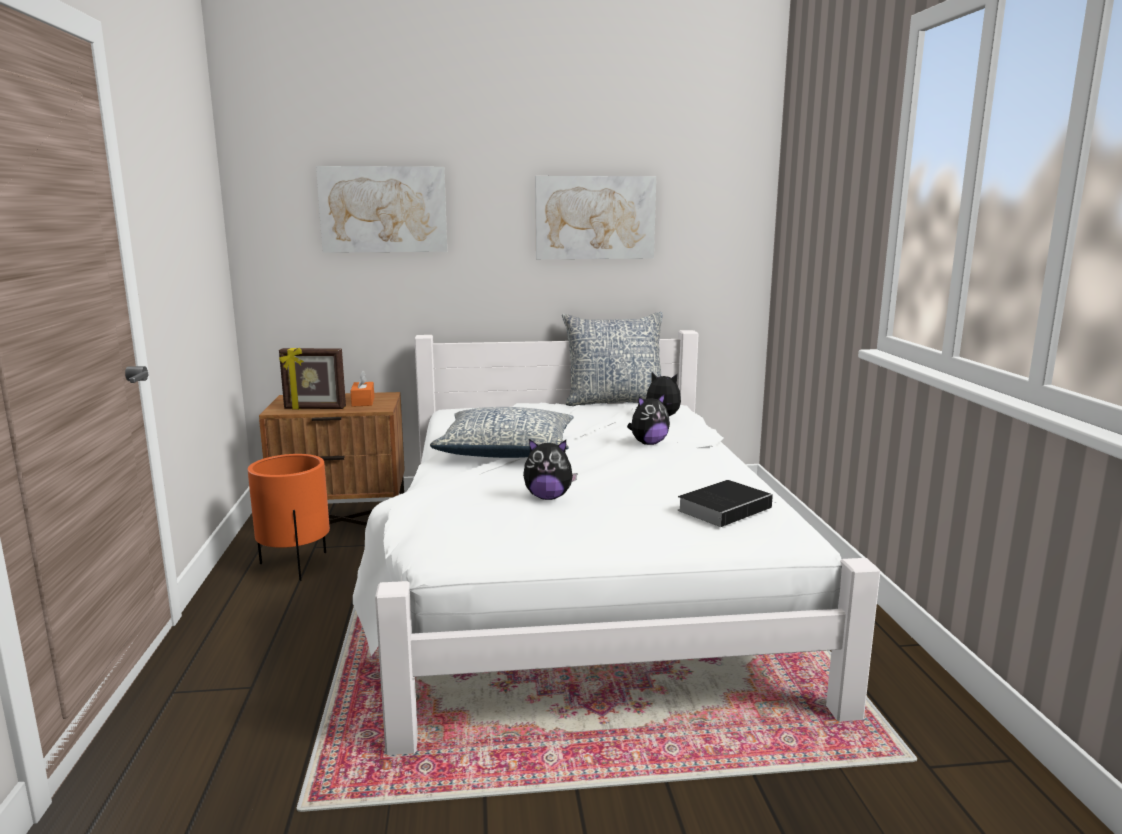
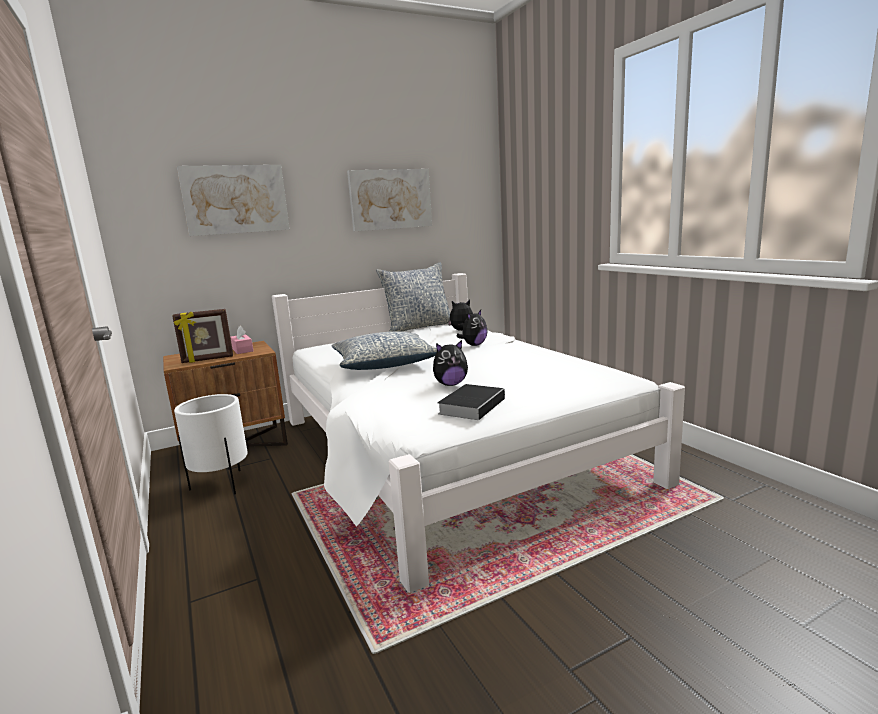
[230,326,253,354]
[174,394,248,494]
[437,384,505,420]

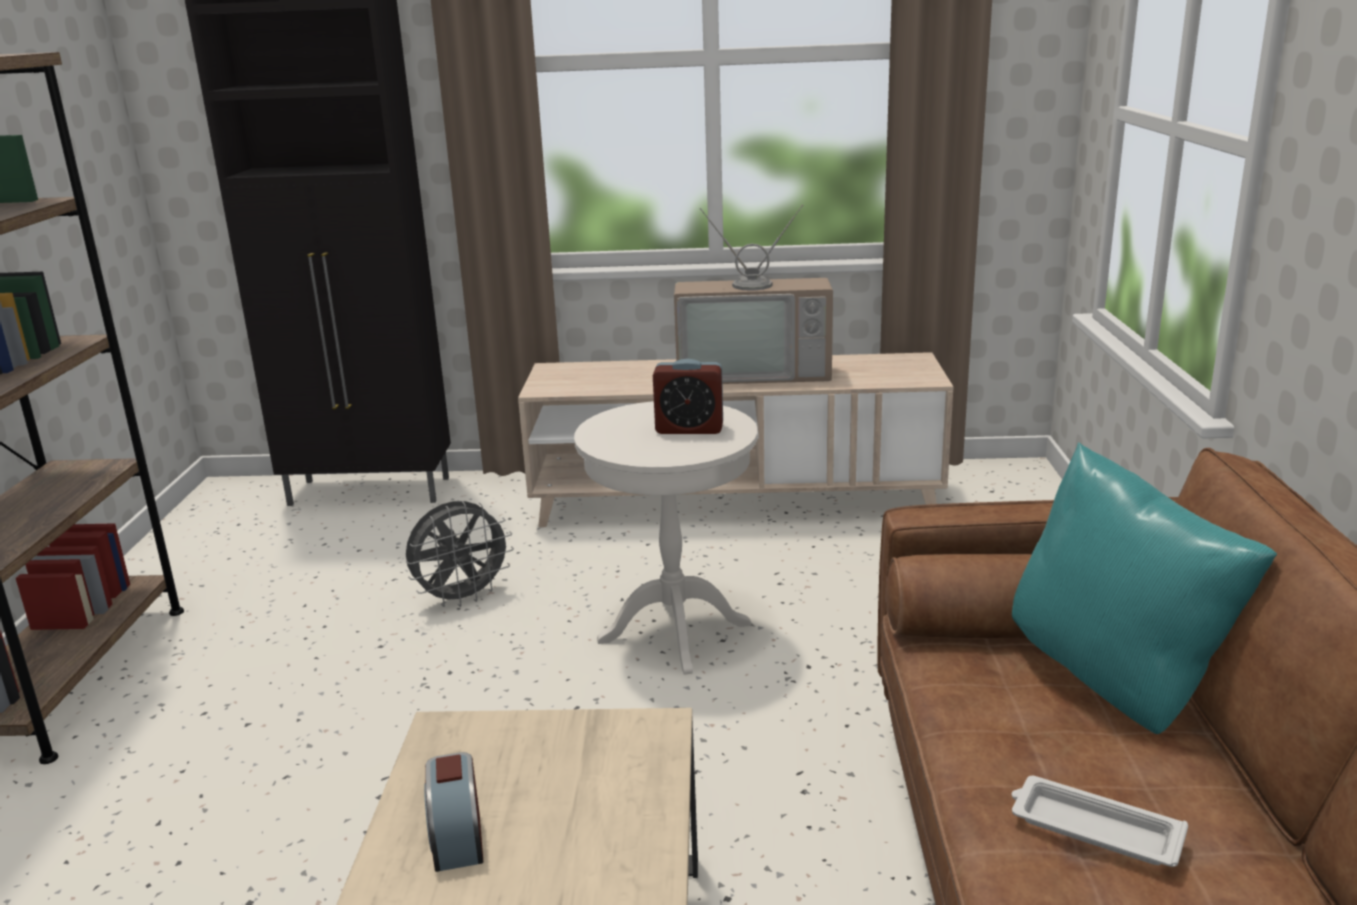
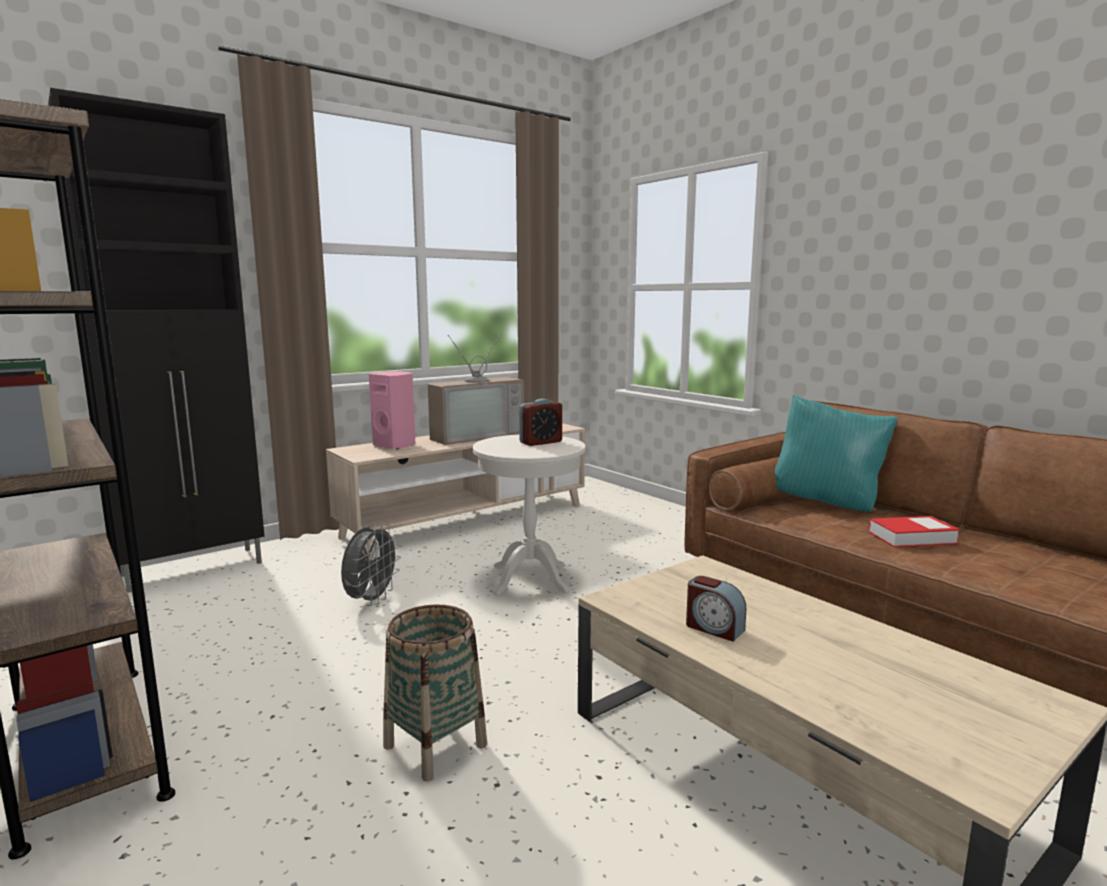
[868,516,960,547]
[369,371,415,450]
[383,605,487,781]

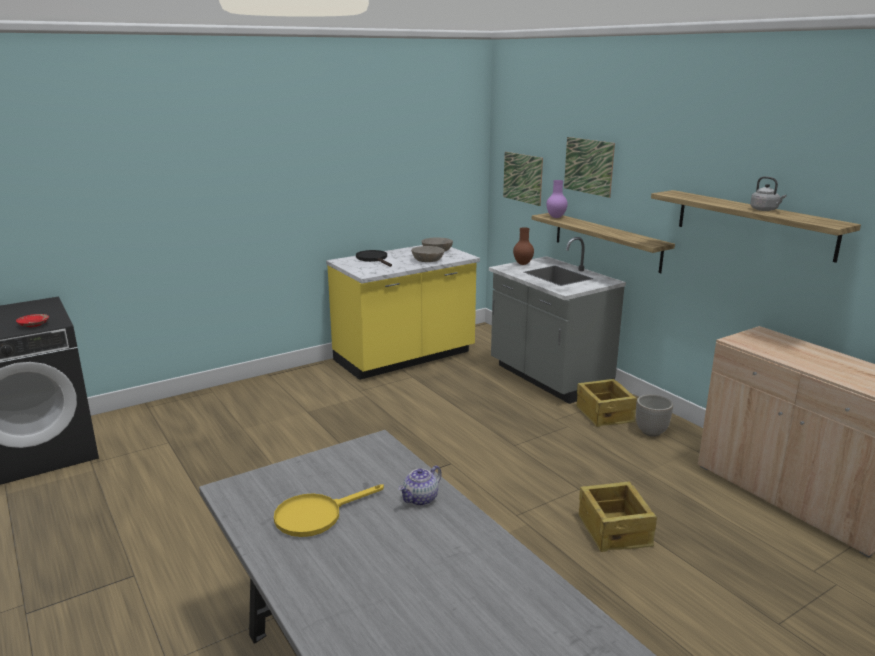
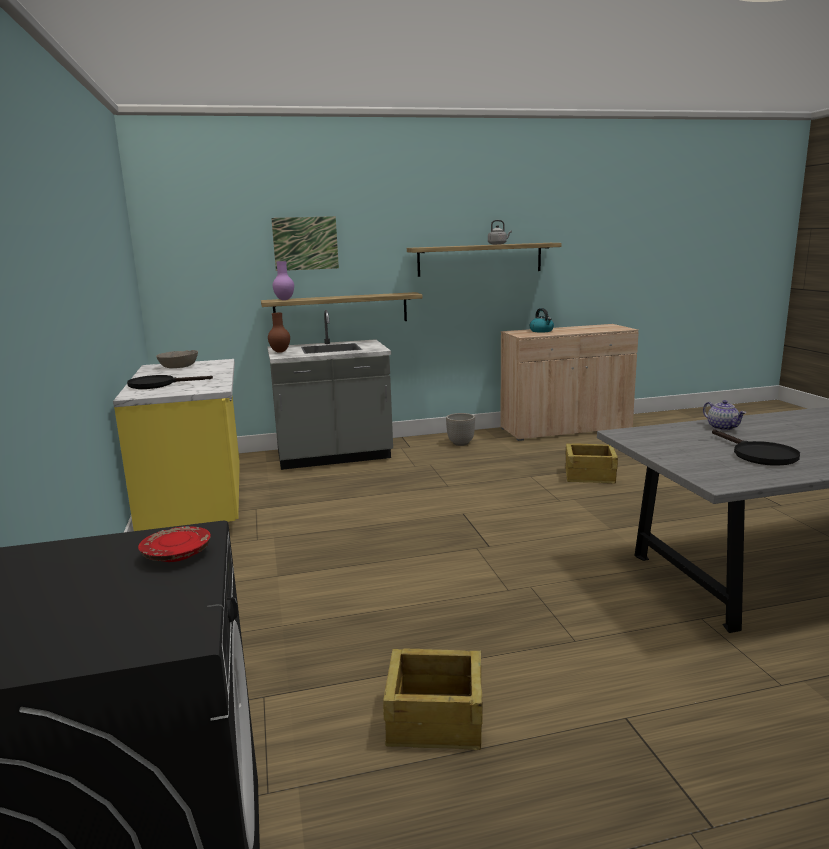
[503,152,543,206] (first image)
[411,246,445,262] (first image)
[383,648,483,750]
[712,429,800,466]
[529,308,554,333]

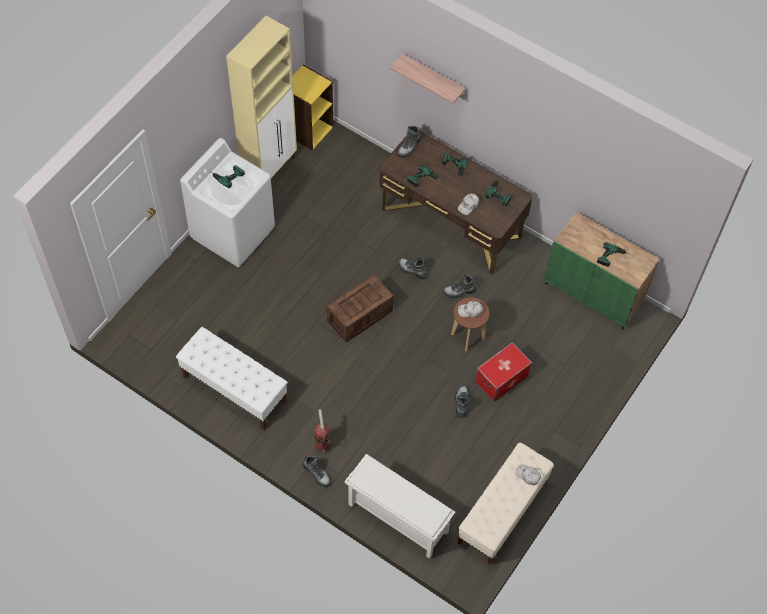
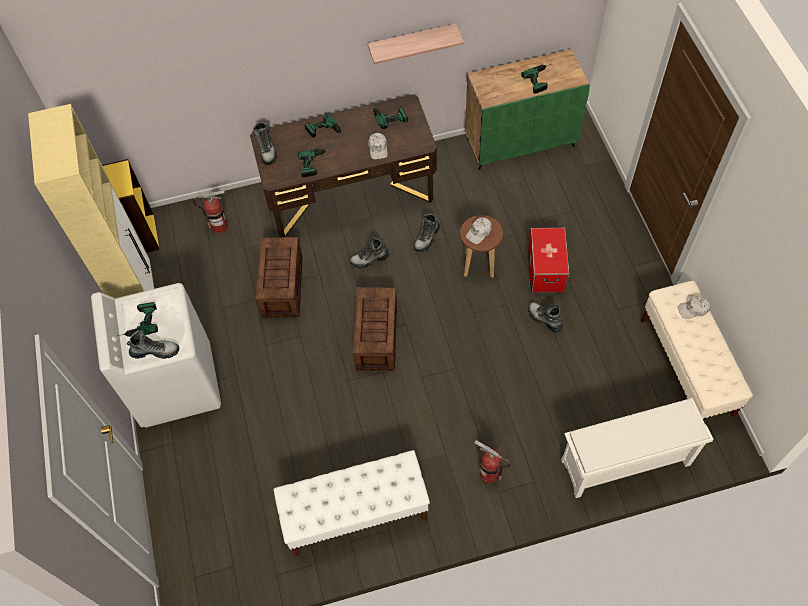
[368,24,464,64]
[127,330,179,359]
[193,190,228,233]
[256,237,303,318]

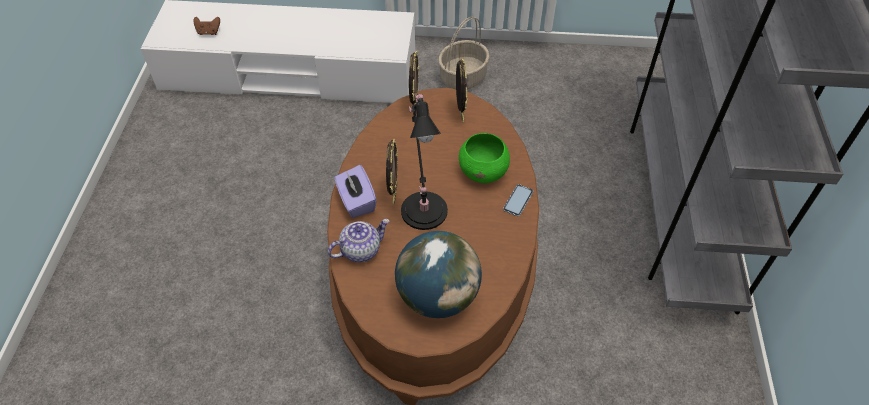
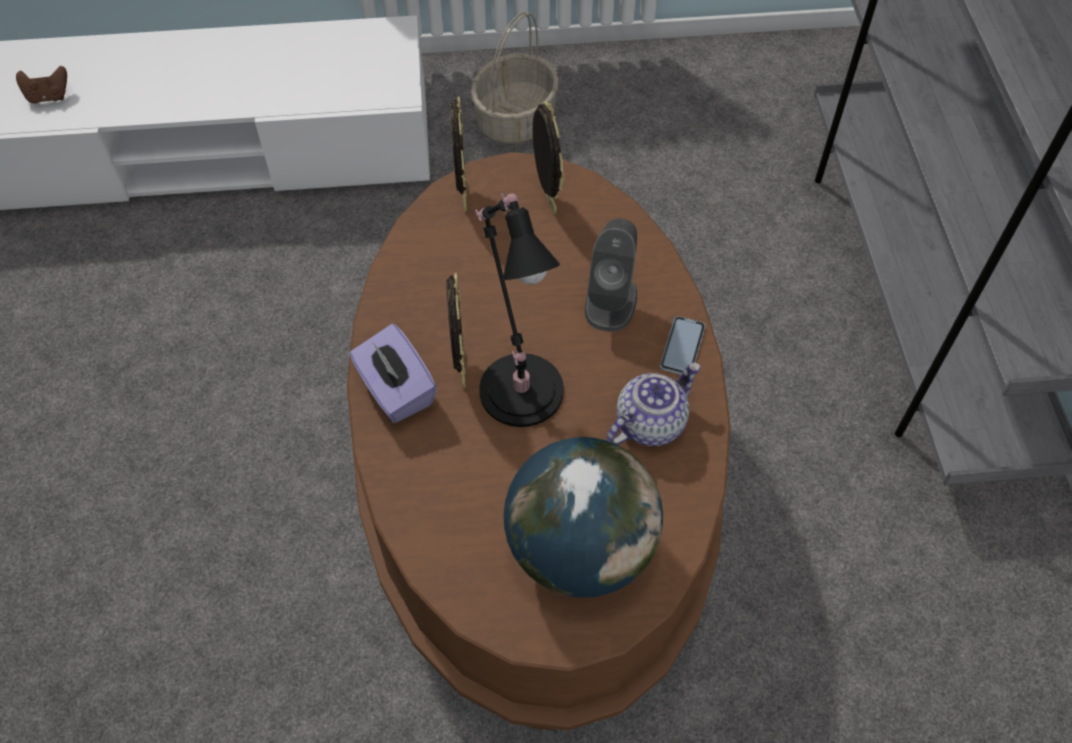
[585,219,637,332]
[607,362,700,446]

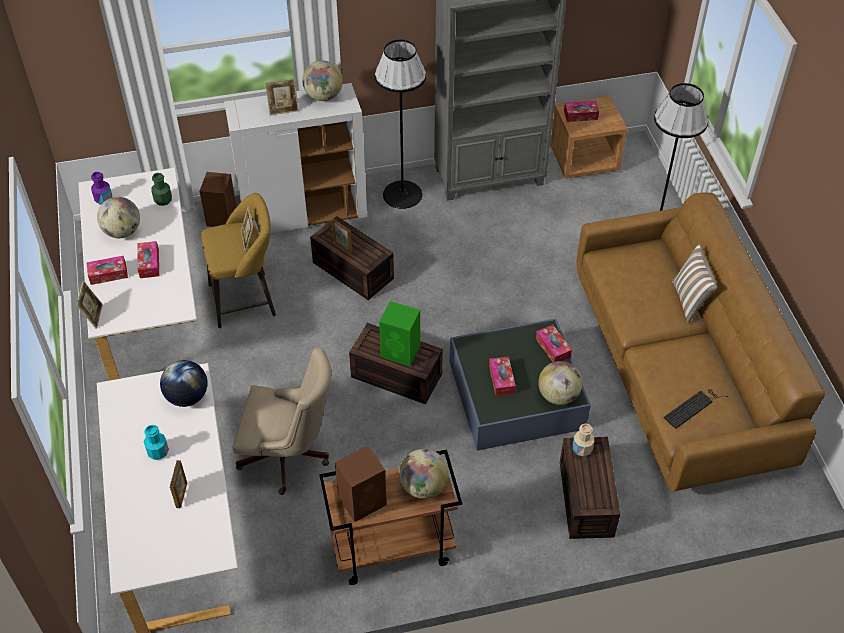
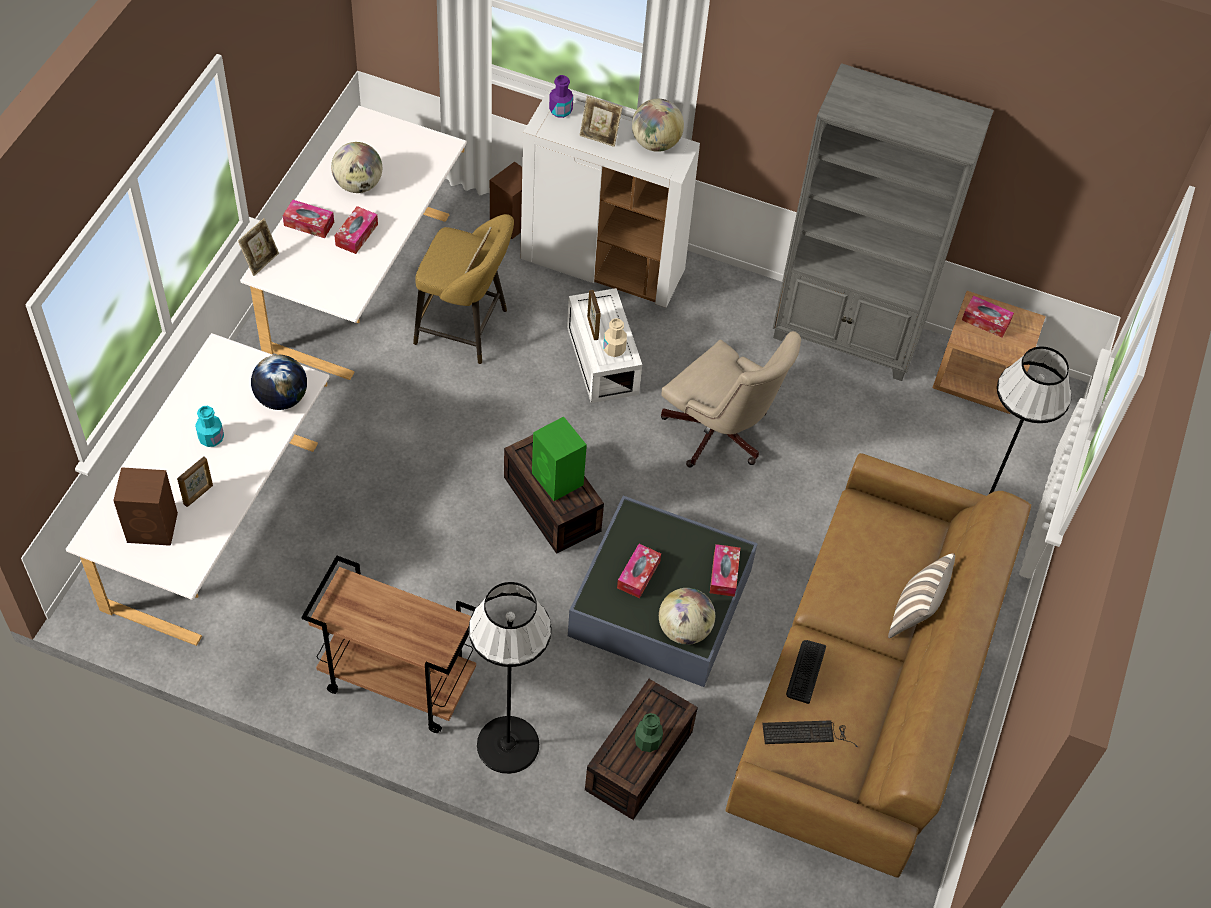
[469,582,552,774]
[549,75,573,118]
[635,713,663,752]
[567,288,642,403]
[661,331,801,467]
[603,318,627,357]
[113,467,178,546]
[399,449,449,499] (first image)
[786,640,826,704]

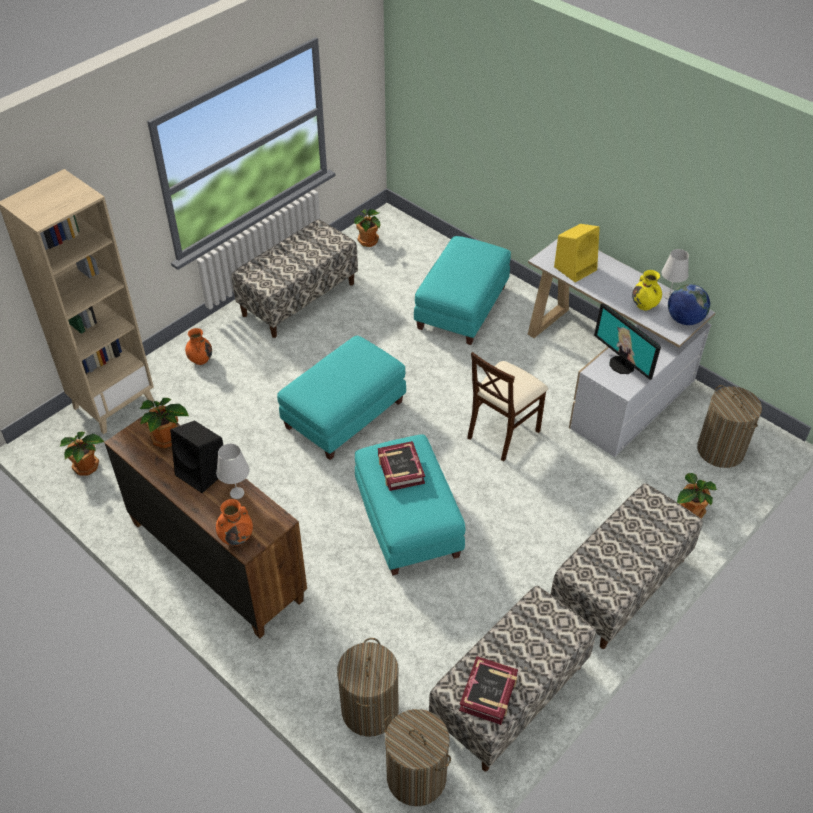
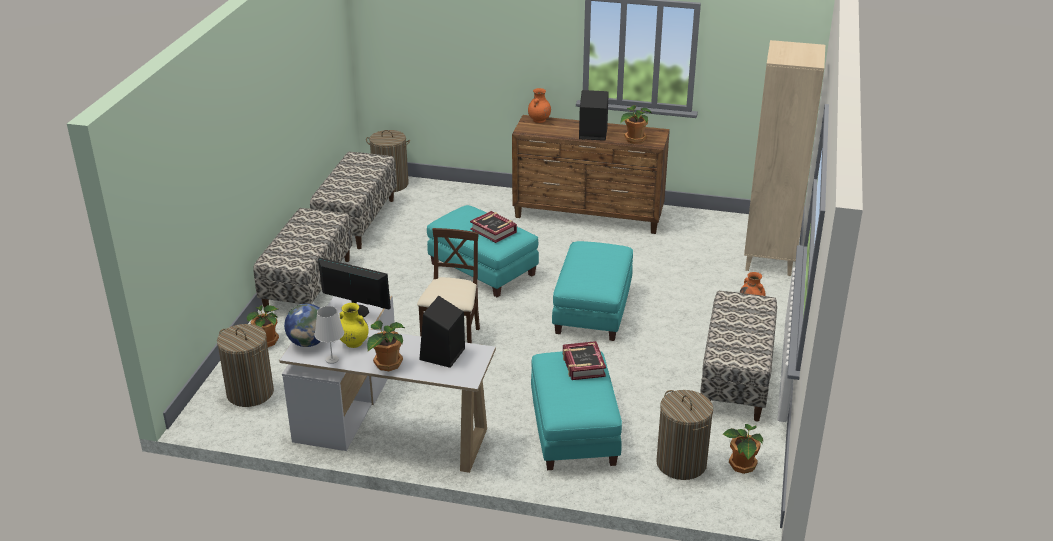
[419,296,465,368]
[367,320,405,371]
[216,443,250,499] (first image)
[656,390,713,480]
[563,341,606,380]

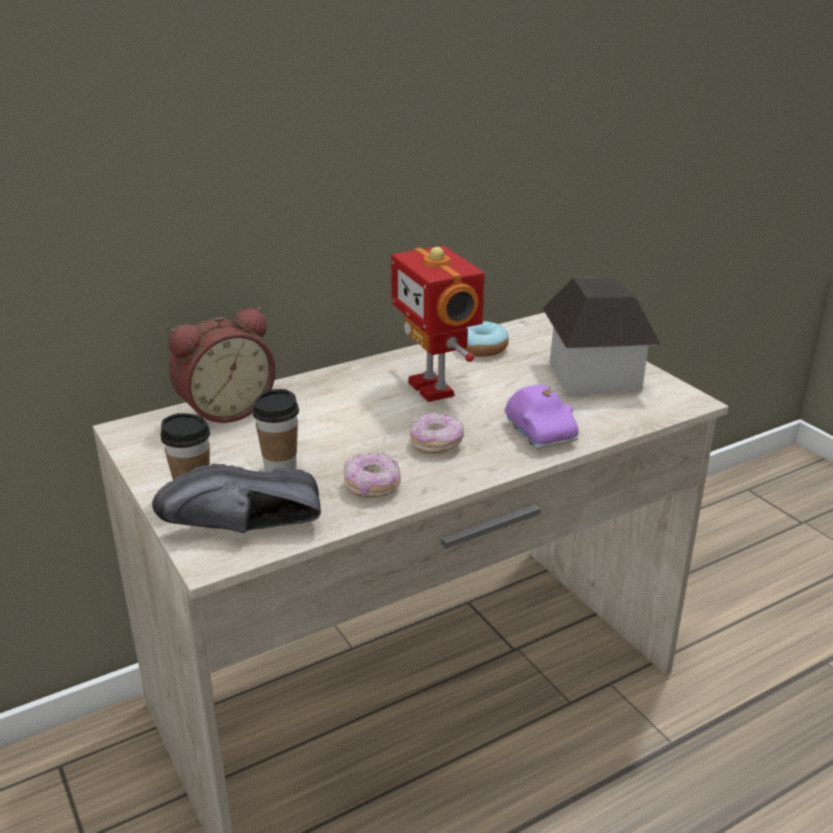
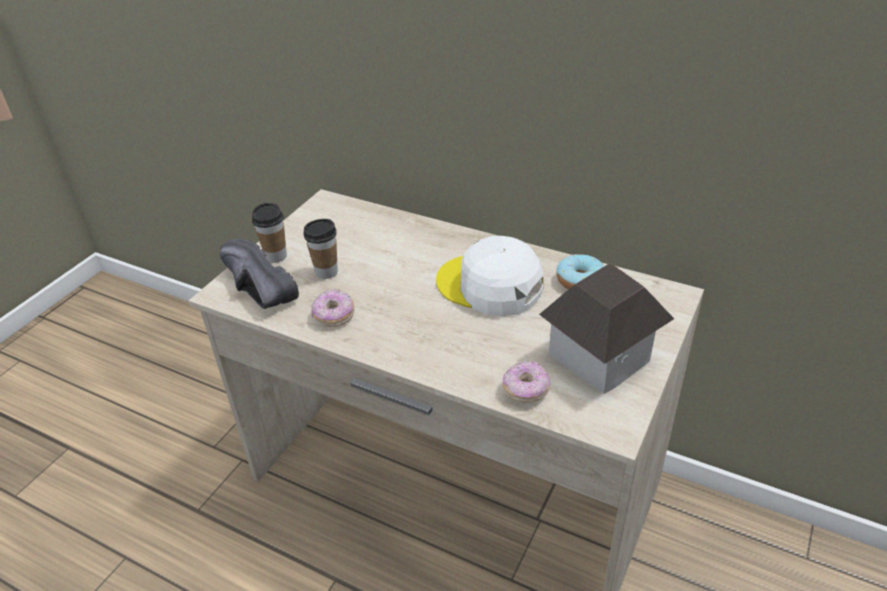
[436,236,543,316]
[169,308,276,423] (first image)
[504,385,579,449] (first image)
[502,360,550,403]

